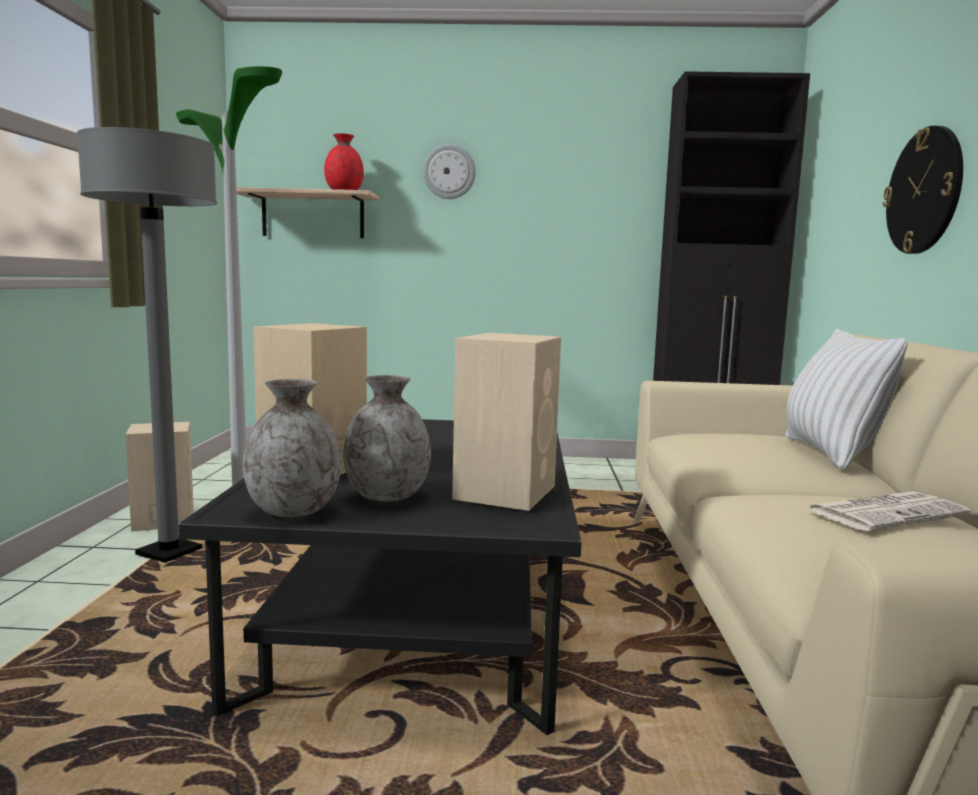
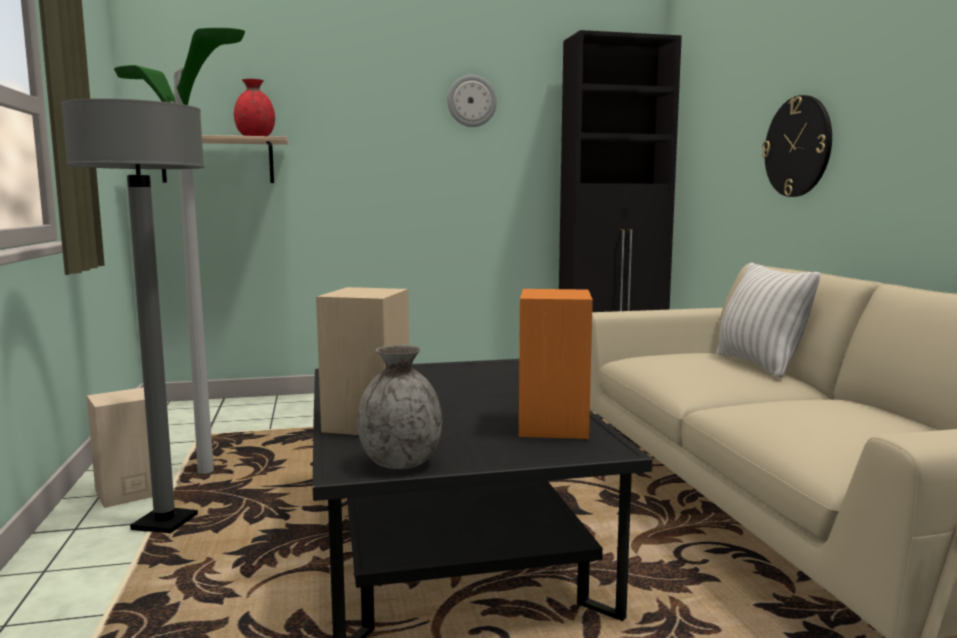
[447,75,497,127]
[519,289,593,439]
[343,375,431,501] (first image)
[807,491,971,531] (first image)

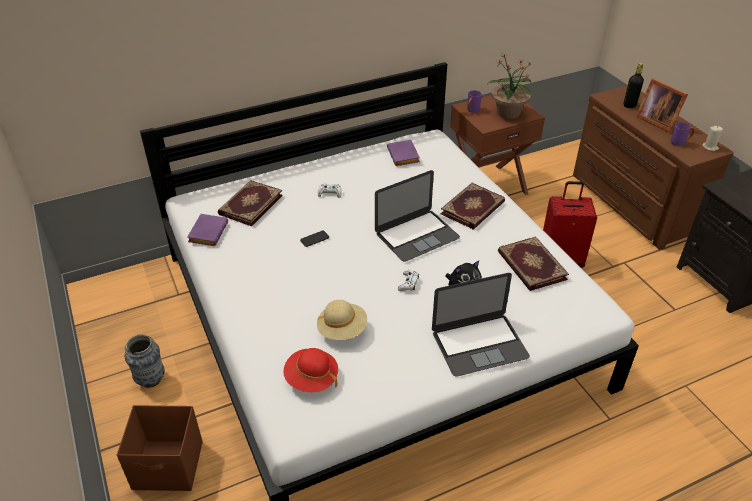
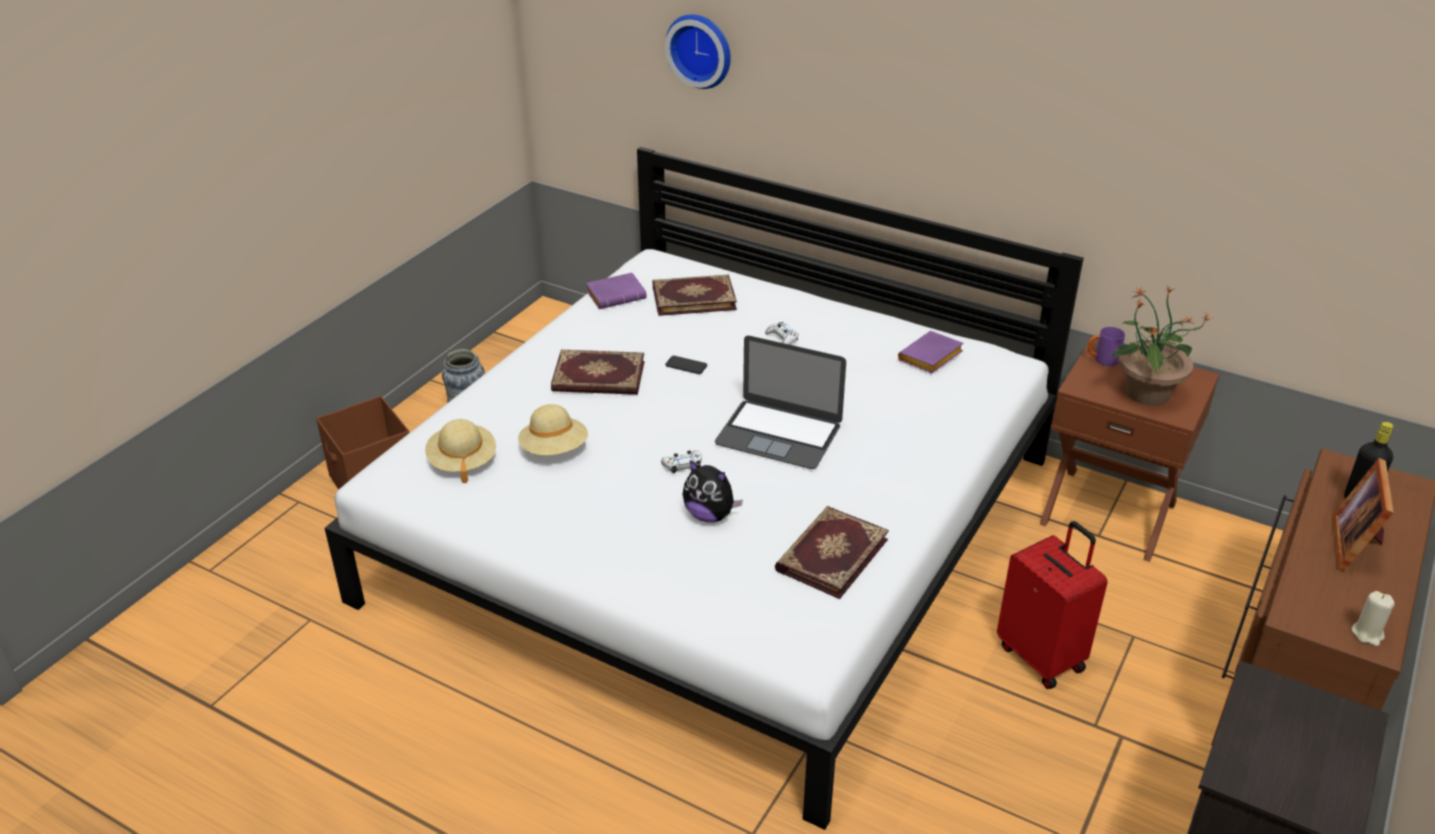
[670,122,695,146] (first image)
[551,349,645,395]
[432,273,530,377] (first image)
[425,419,496,483]
[665,14,731,89]

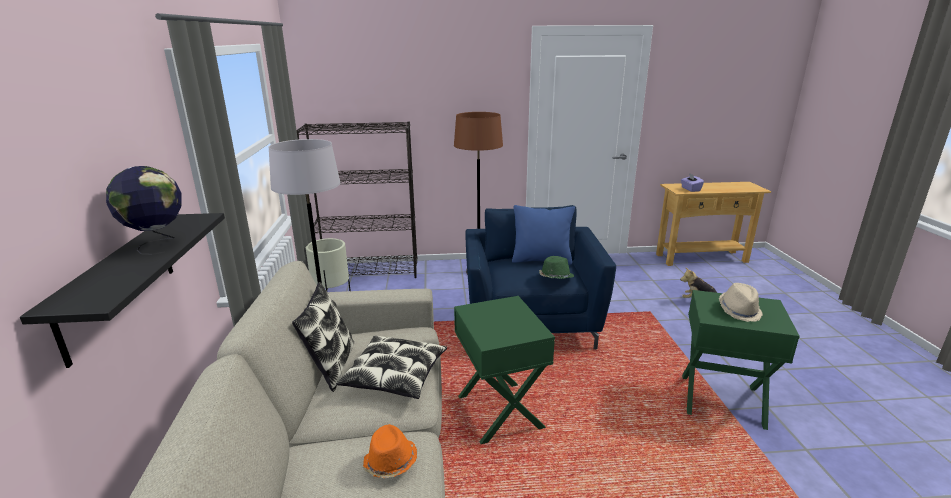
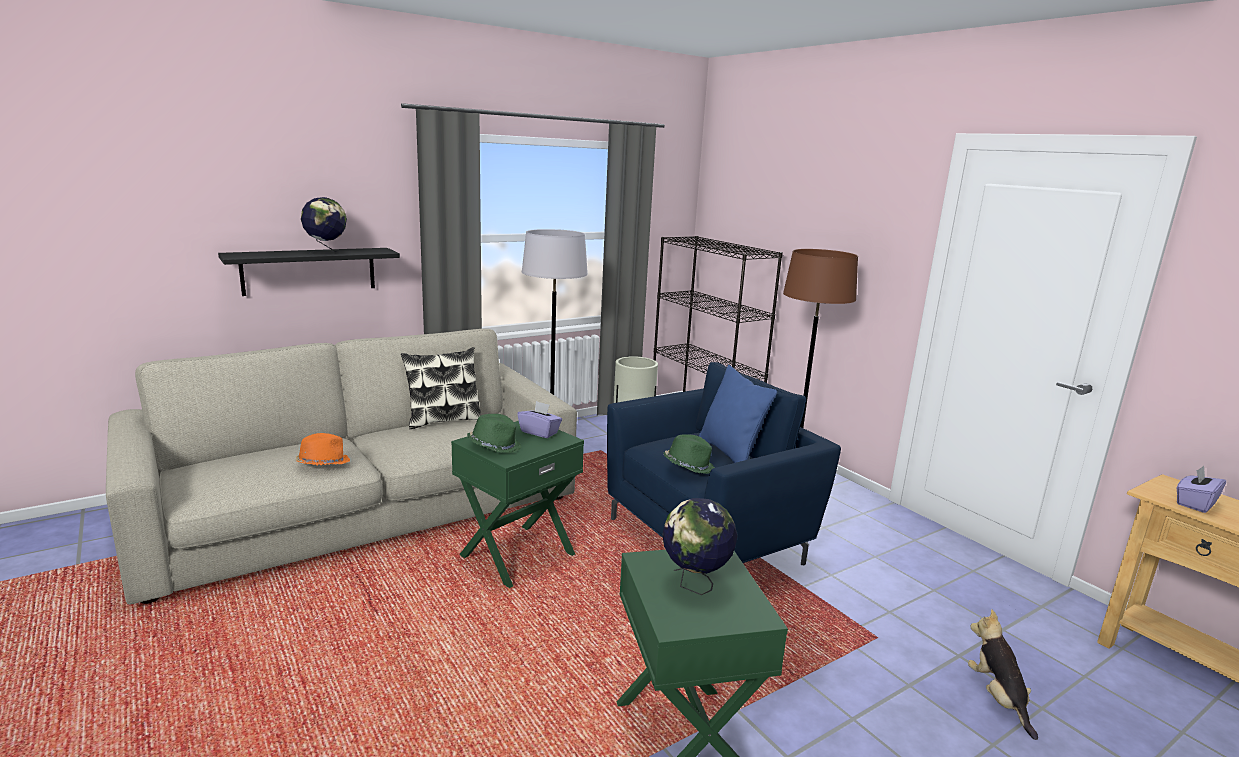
[662,498,737,595]
[336,336,447,399] (first image)
[517,401,562,438]
[467,414,522,453]

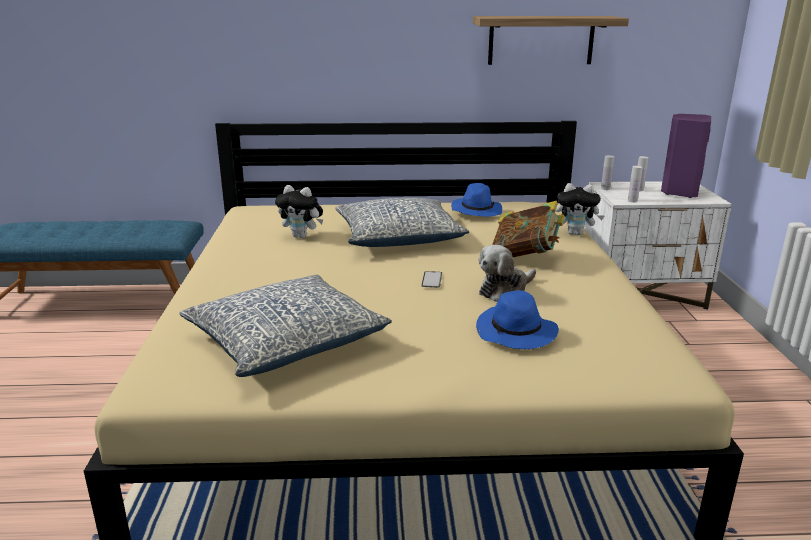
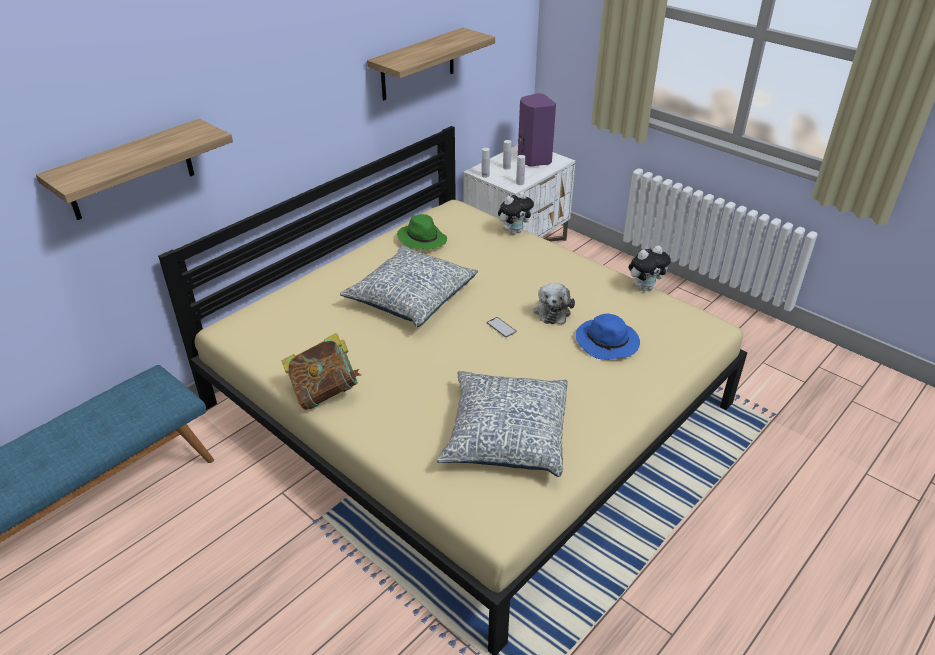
[397,214,447,249]
[629,246,671,291]
[282,333,361,410]
[36,119,233,220]

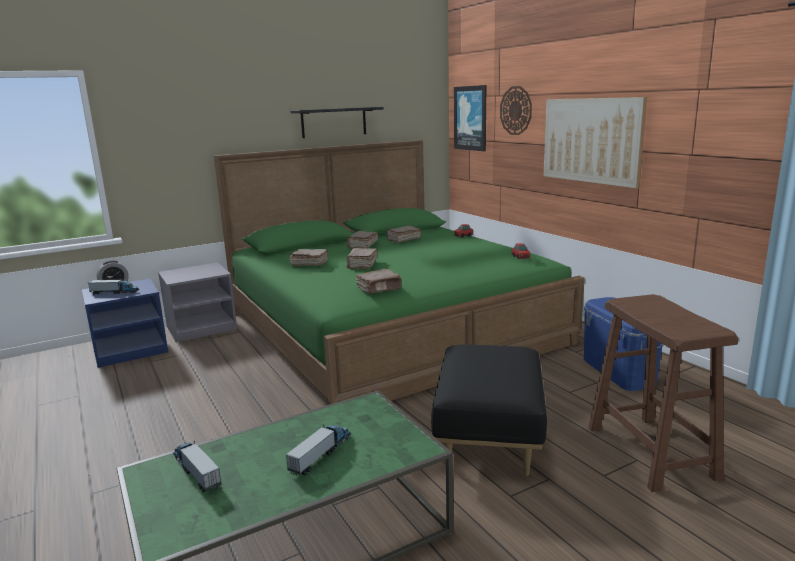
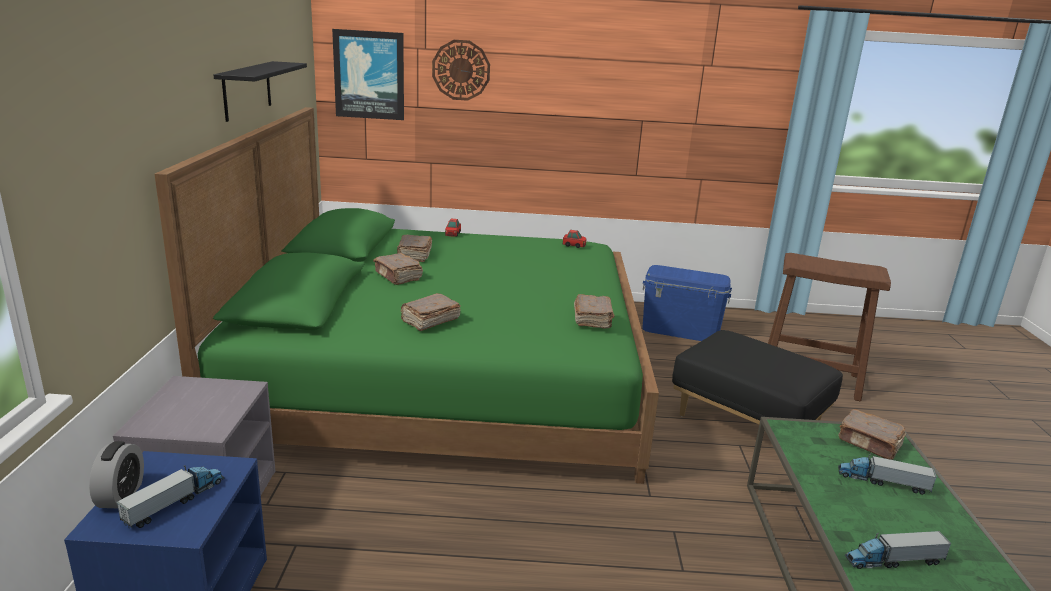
[544,97,647,189] (first image)
[838,409,906,460]
[838,454,937,495]

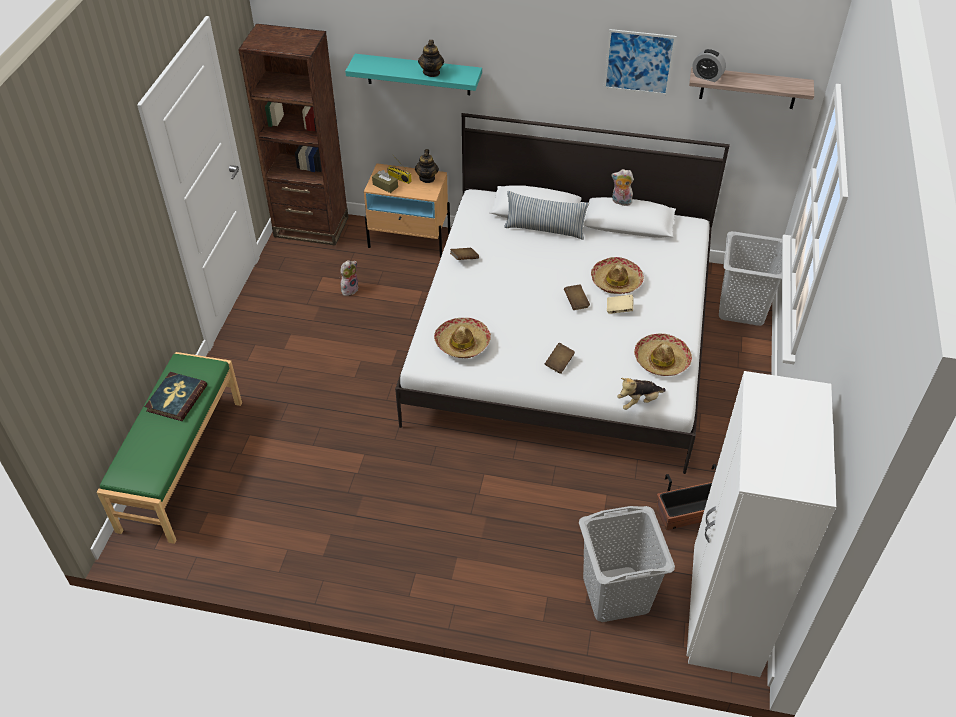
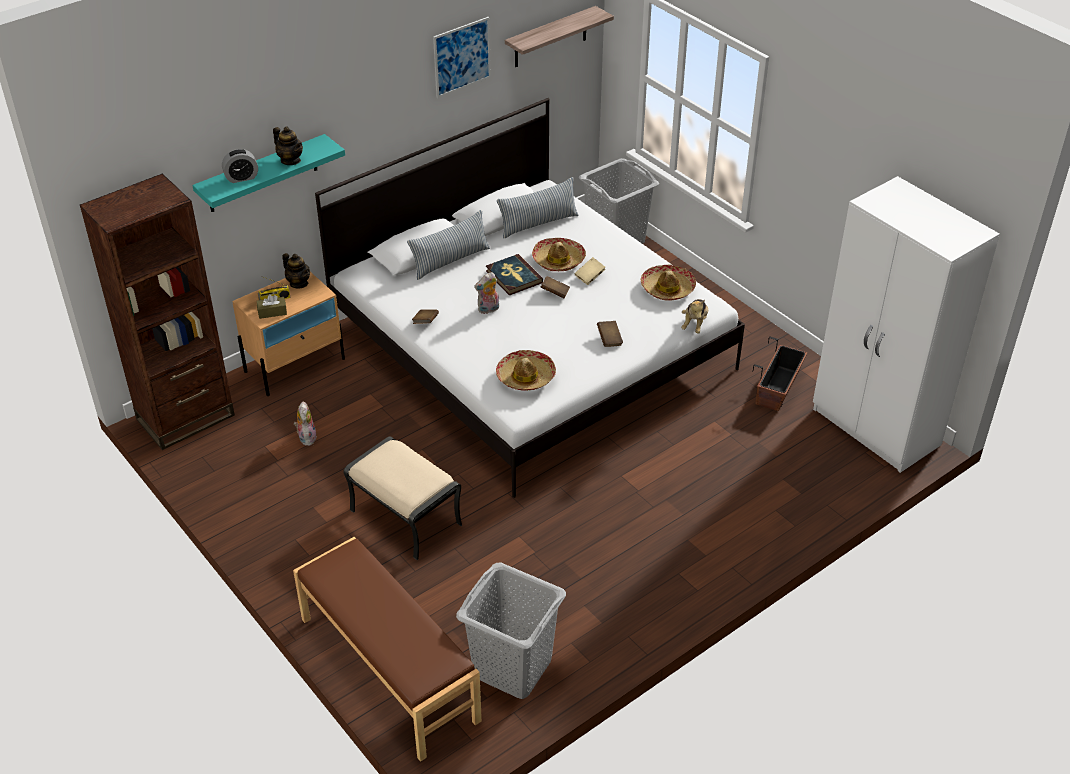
[222,149,258,183]
[474,272,499,314]
[293,537,482,762]
[486,254,543,295]
[456,563,566,699]
[497,177,578,238]
[344,436,462,560]

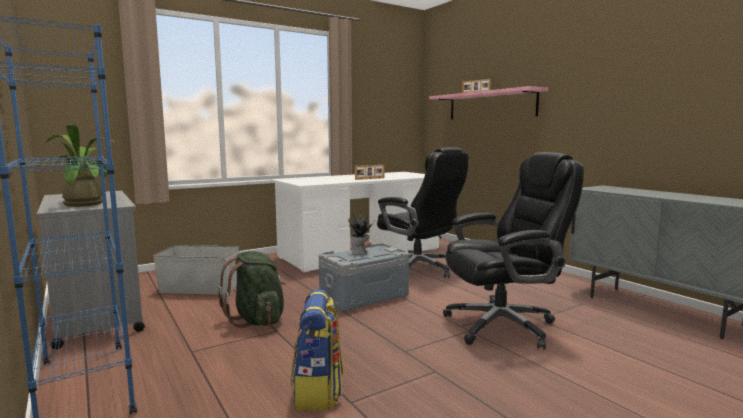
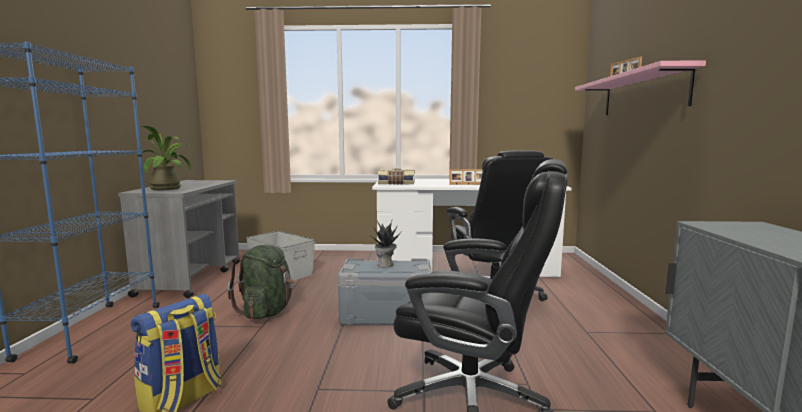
[378,168,415,185]

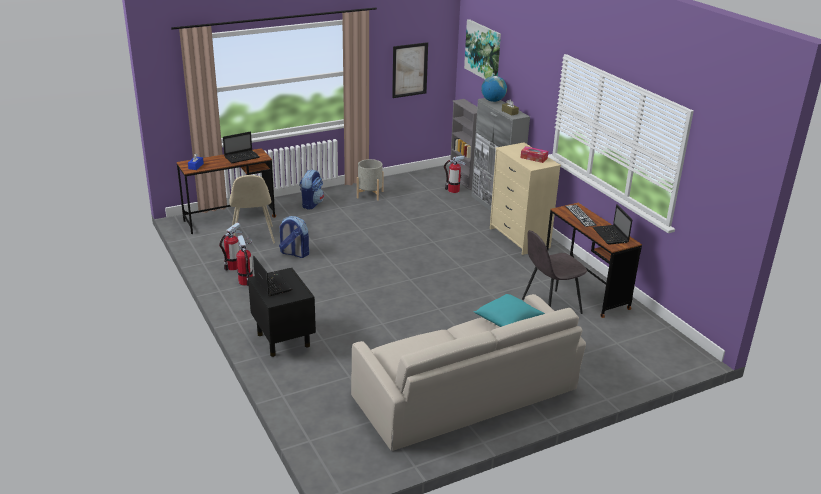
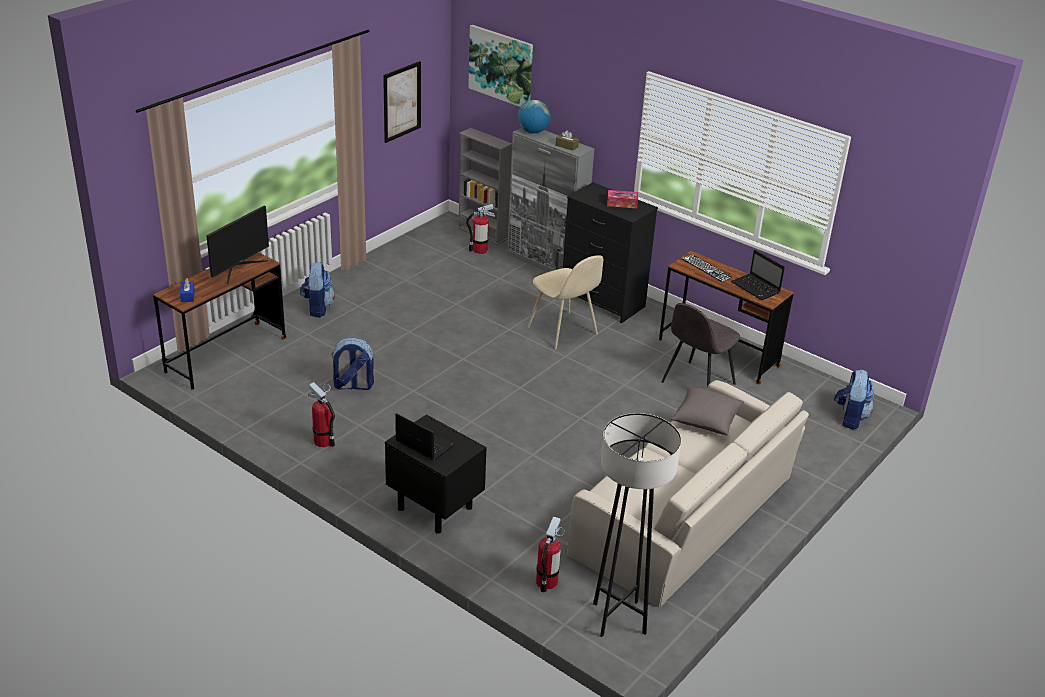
[206,206,269,284]
[563,182,658,323]
[357,159,384,201] (first image)
[527,255,603,349]
[536,517,565,592]
[671,387,744,435]
[834,369,874,429]
[593,413,681,637]

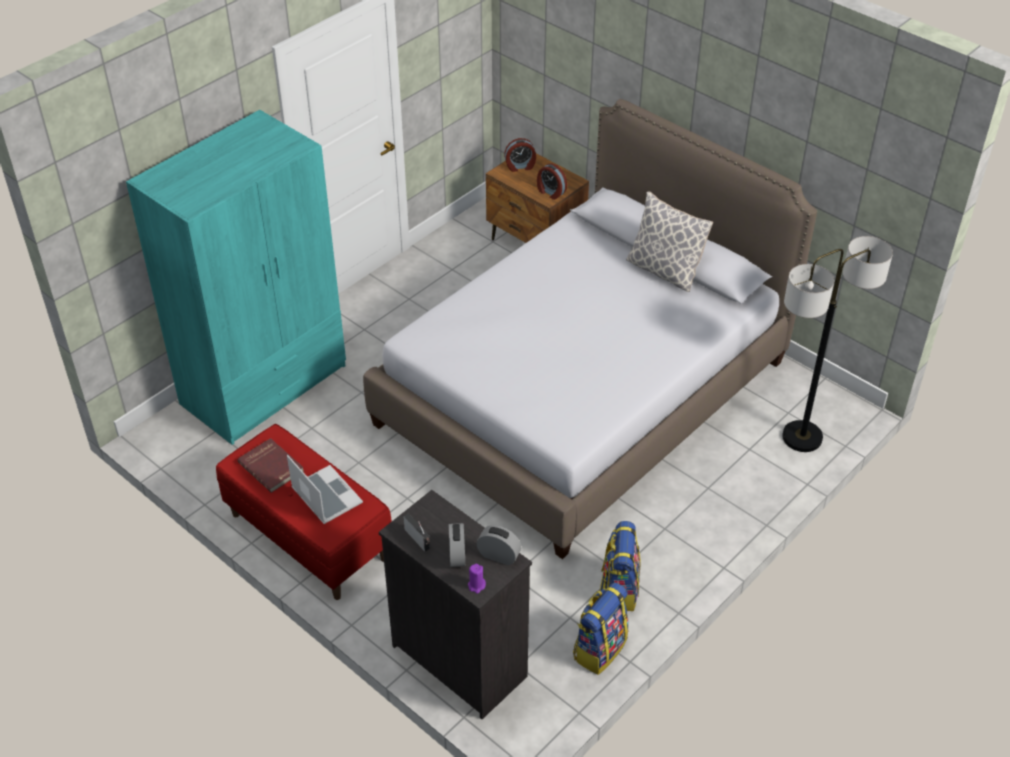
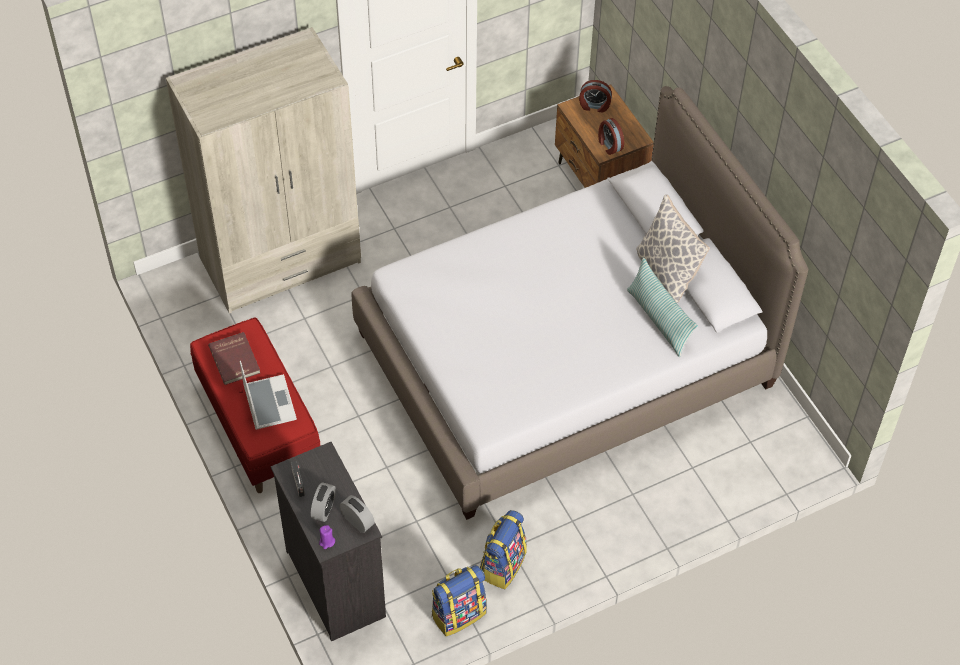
[166,27,361,314]
[782,236,893,452] (first image)
[627,258,698,357]

